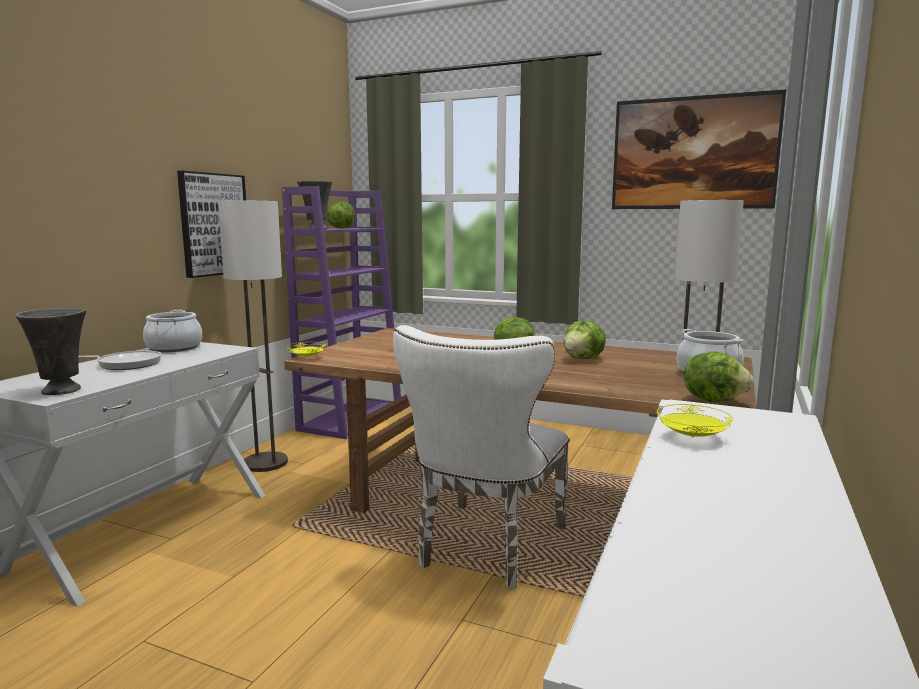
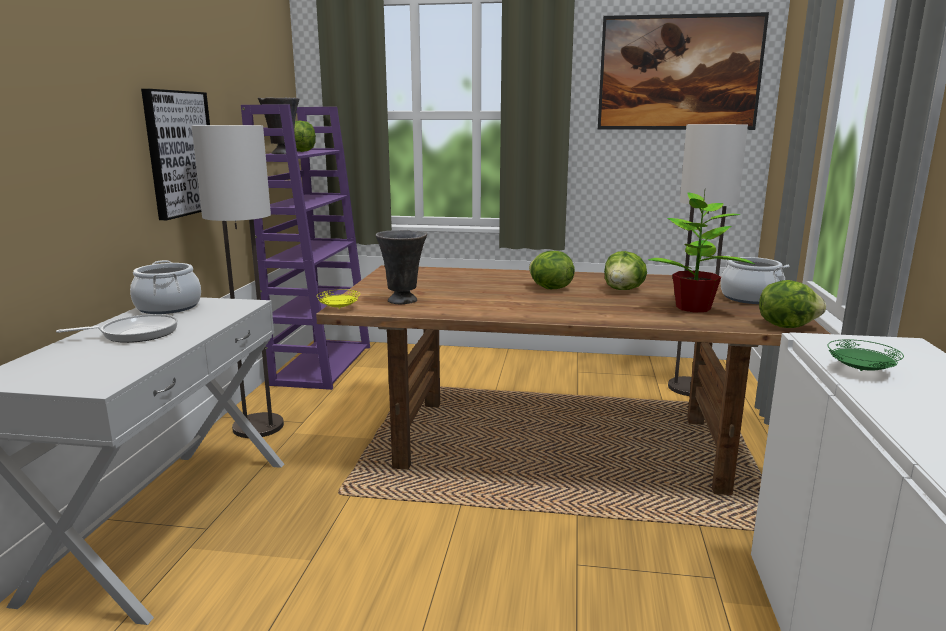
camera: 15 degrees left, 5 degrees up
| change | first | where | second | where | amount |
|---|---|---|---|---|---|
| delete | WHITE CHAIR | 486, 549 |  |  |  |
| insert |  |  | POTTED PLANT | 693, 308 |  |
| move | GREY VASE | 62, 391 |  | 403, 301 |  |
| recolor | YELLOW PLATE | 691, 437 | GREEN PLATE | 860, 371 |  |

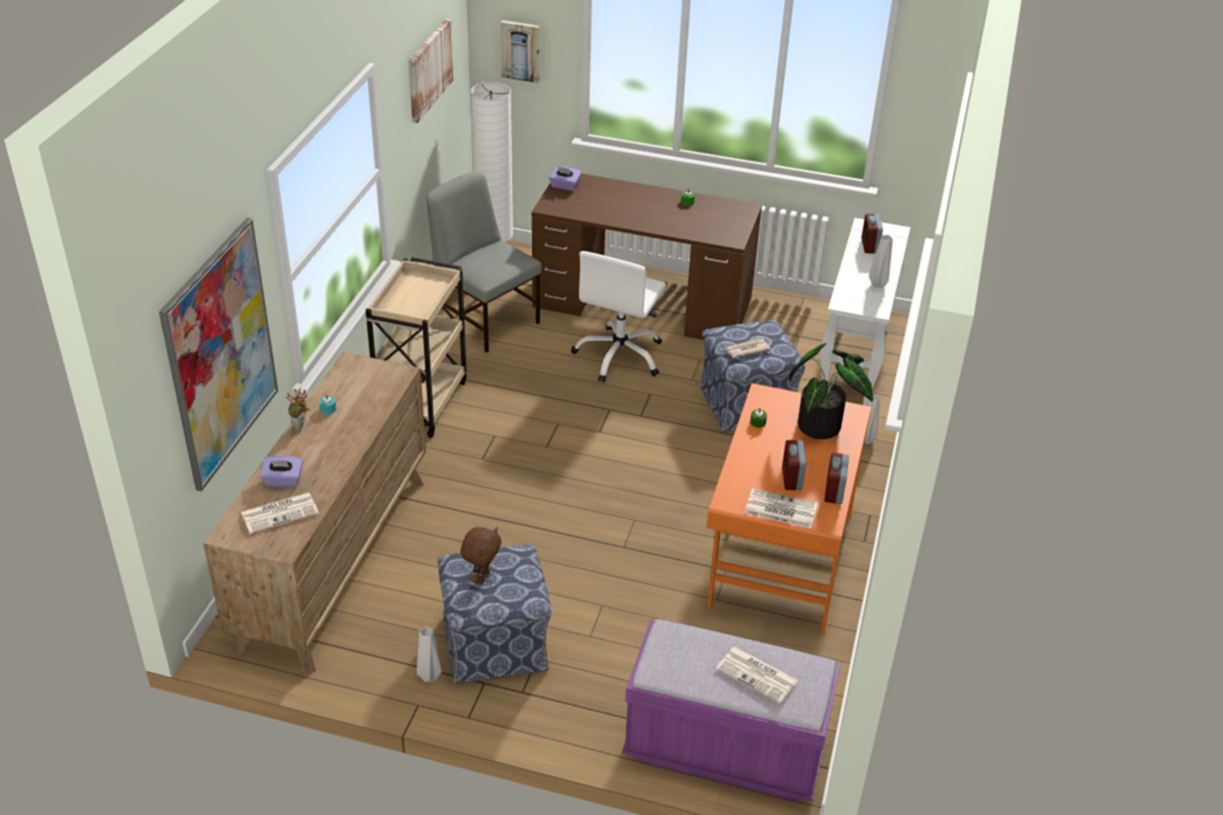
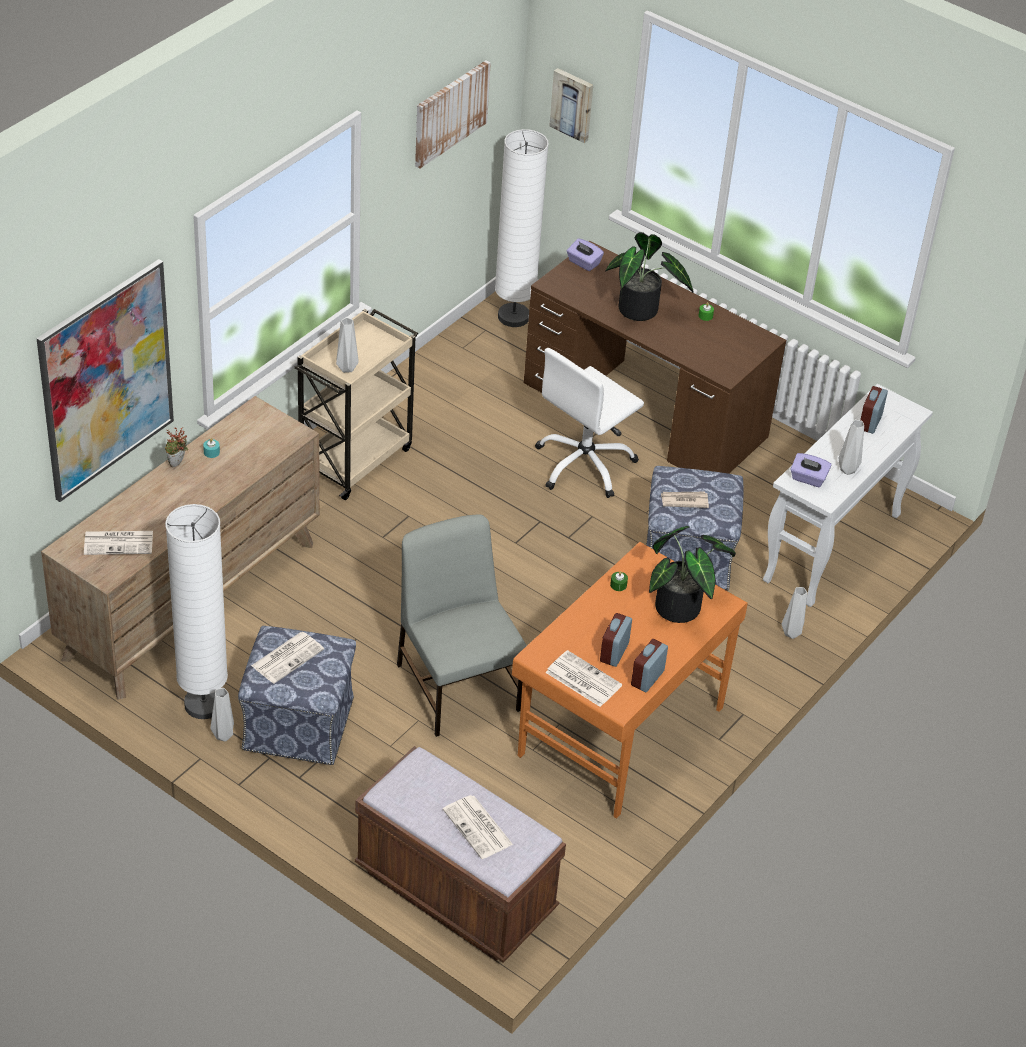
camera: 20 degrees right, 5 degrees up
| change | first | where | second | where | amount |
|---|---|---|---|---|---|
| insert |  |  | WHITE FLOOR LAMP | 203, 704 |  |
| insert |  |  | GREY VASE | 346, 368 |  |
| insert |  |  | POTTED PLANT | 641, 312 |  |
| move | PURPLE TISSUE BOX | 283, 481 |  | 808, 478 |  |
| move | GREY CHAIR | 485, 319 |  | 458, 685 |  |
| replace | BROWN PLUSH TOY | 482, 577 | NEWSPAPER | 288, 657 |  |
| recolor | PURPLE BENCH | 724, 749 | BROWN BENCH | 455, 891 |  |

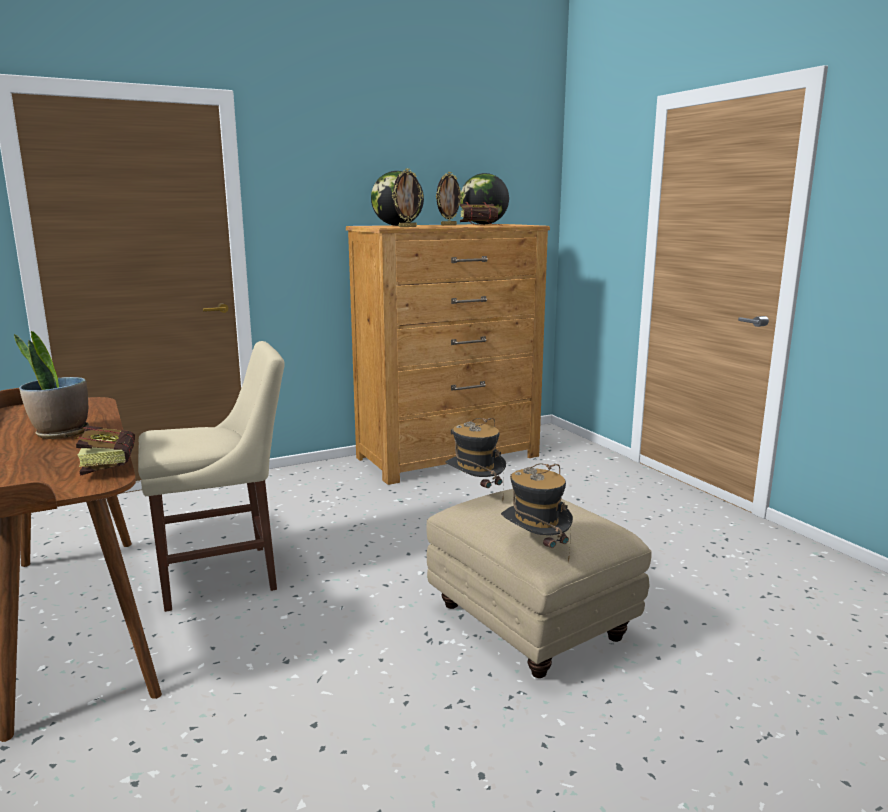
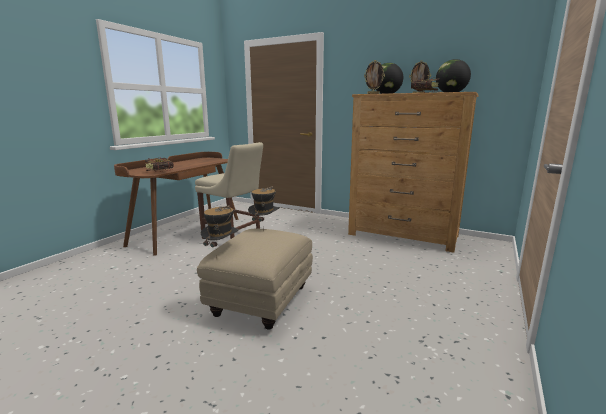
camera: 55 degrees right, 0 degrees up
| change | first | where | second | where | amount |
|---|---|---|---|---|---|
| delete | POTTED PLANT | 61, 433 |  |  |  |

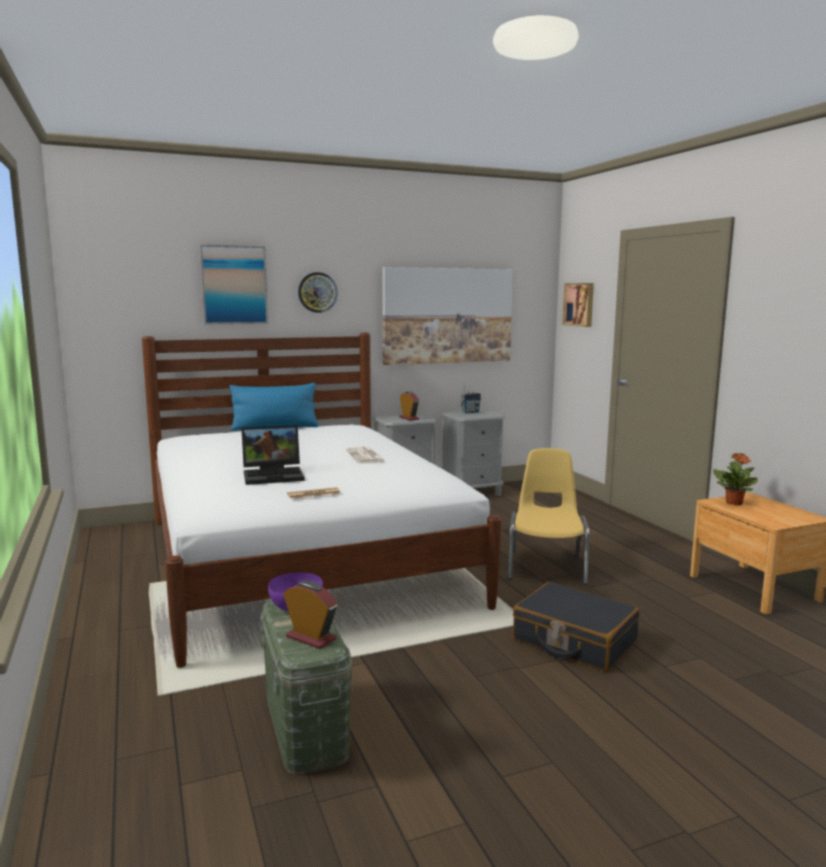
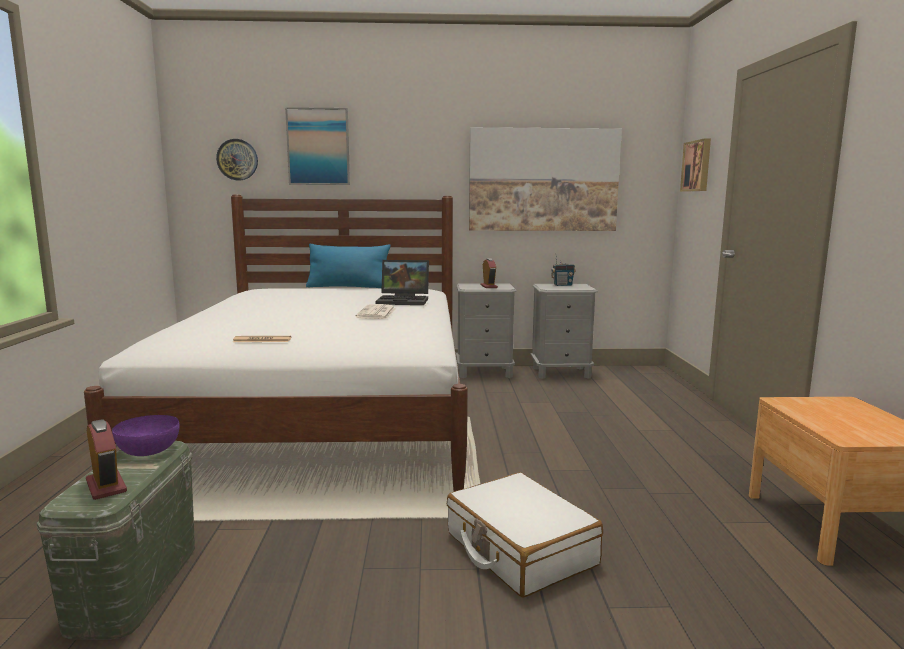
camera: 20 degrees right, 0 degrees up
| change | first | where | second | where | amount |
|---|---|---|---|---|---|
| delete | YELLOW CHAIR | 546, 566 |  |  |  |
| delete | POTTED PLANT | 734, 503 |  |  |  |
| move | LAPTOP | 274, 475 |  | 404, 301 |  |
| move | WALL CLOCK | 317, 292 |  | 237, 159 |  |
| recolor | BLACK SUITCASE | 574, 641 | WHITE SUITCASE | 519, 549 |  |

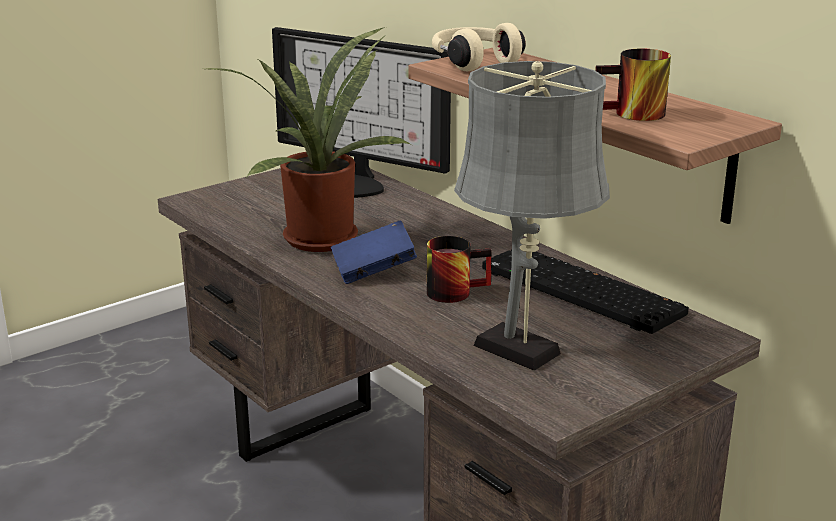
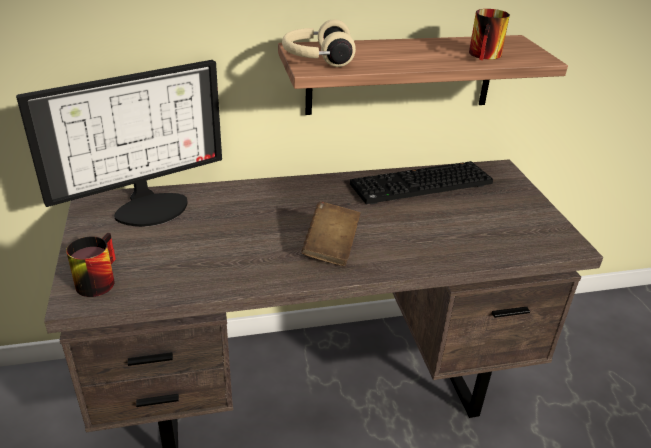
camera: 65 degrees left, 10 degrees up
| change | first | where | second | where | amount |
|---|---|---|---|---|---|
| delete | POTTED PLANT | 320, 236 |  |  |  |
| delete | GREY TABLE LAMP | 523, 352 |  |  |  |
| move | MUG | 455, 290 |  | 95, 279 |  |
| recolor | BLUE BOOK | 373, 271 | BROWN BOOK | 331, 247 |  |

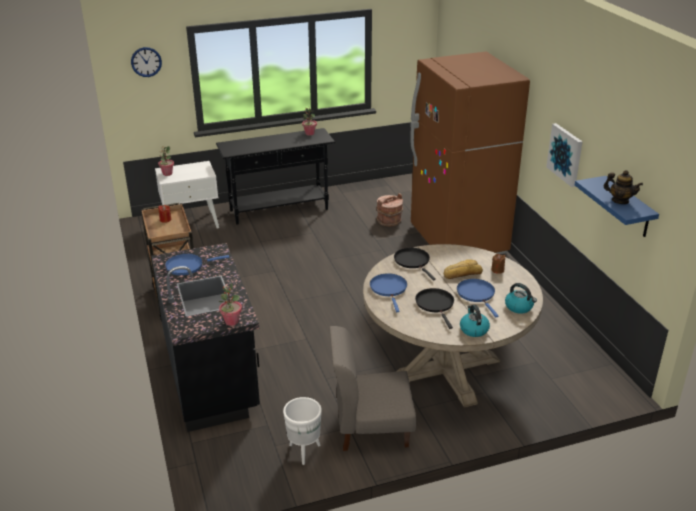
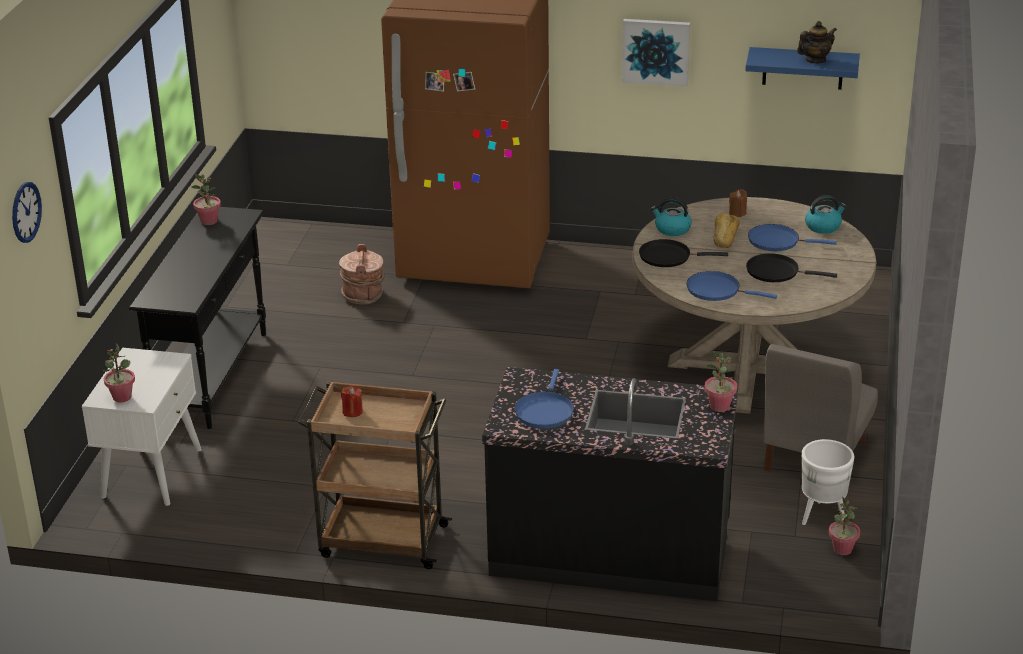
camera: 60 degrees left, 0 degrees up
| change | first | where | second | where | amount |
|---|---|---|---|---|---|
| insert |  |  | POTTED PLANT | 842, 549 |  |
| move | KETTLE | 473, 329 |  | 672, 229 |  |

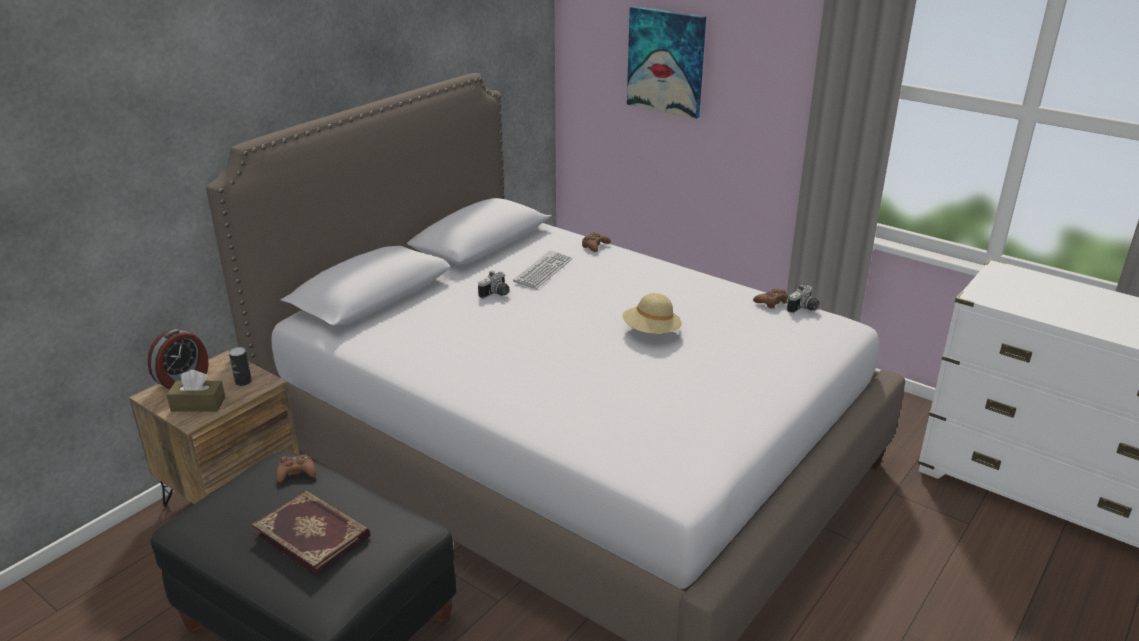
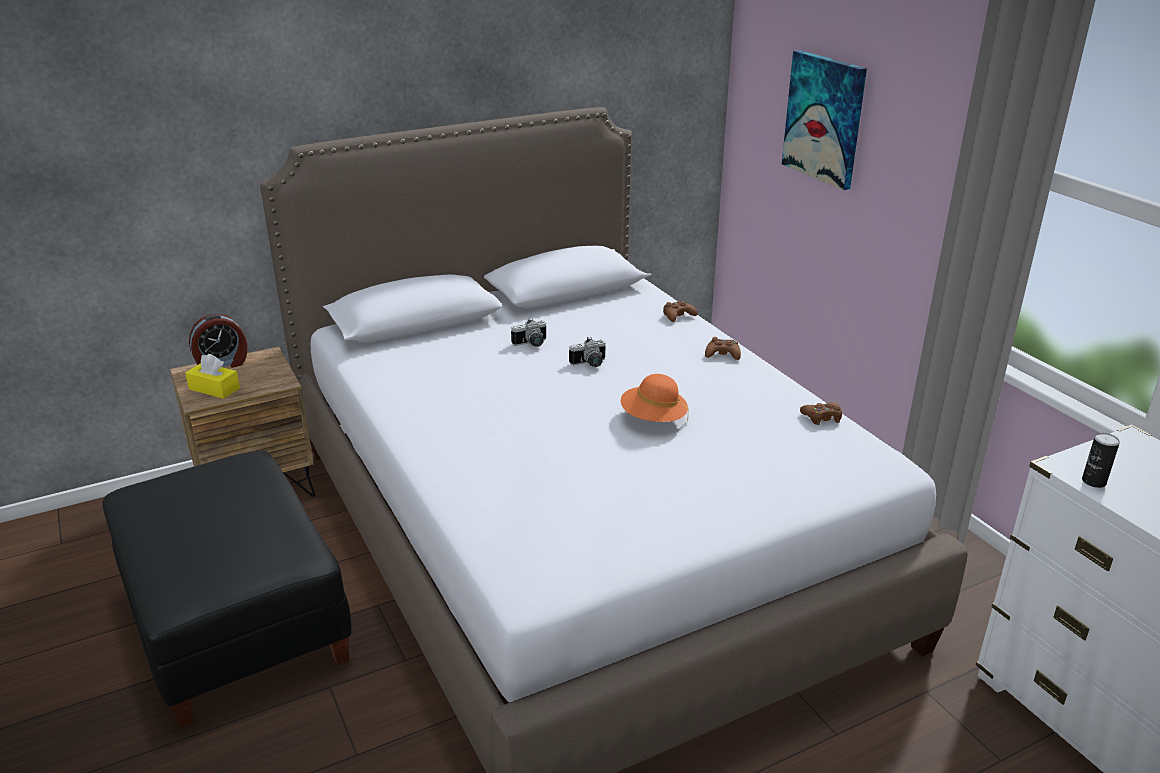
camera: 25 degrees right, 0 degrees up
| change | first | where | second | where | amount |
|---|---|---|---|---|---|
| delete | BOOK | 313, 534 |  |  |  |
| delete | KEYBOARD | 543, 271 |  |  |  |
| move | CAN | 243, 382 |  | 1093, 481 |  |
| move | BROWN GAME CONTROLLER | 296, 473 |  | 722, 354 |  |
| move | PHOTO CAMERA | 804, 309 |  | 590, 364 |  |
| recolor | BROWN TISSUE BOX | 198, 404 | YELLOW TISSUE BOX | 214, 388 |  |
| recolor | BEIGE HAT | 651, 332 | ORANGE HAT | 653, 419 |  |

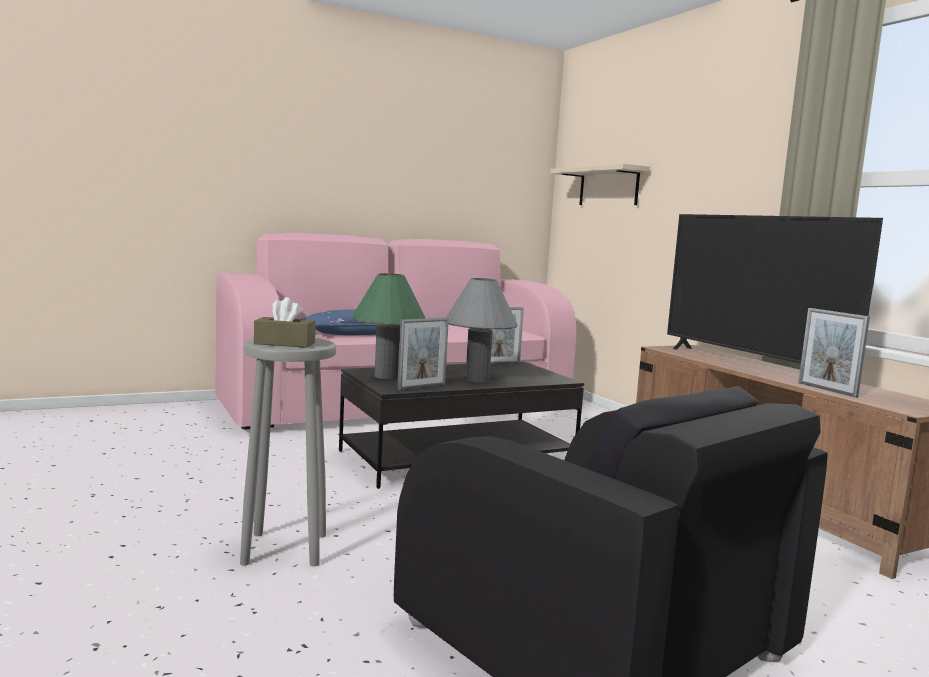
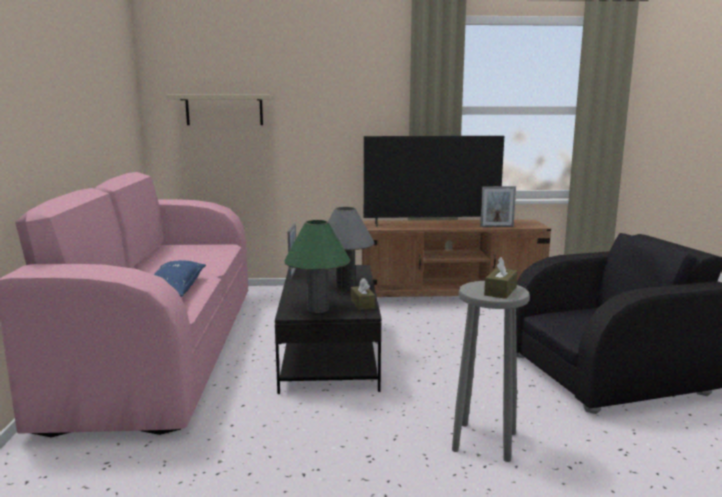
camera: 65 degrees left, 5 degrees up
| change | first | where | second | where | amount |
|---|---|---|---|---|---|
| replace | PICTURE FRAME | 421, 387 | BROWN TISSUE BOX | 362, 304 |  |

